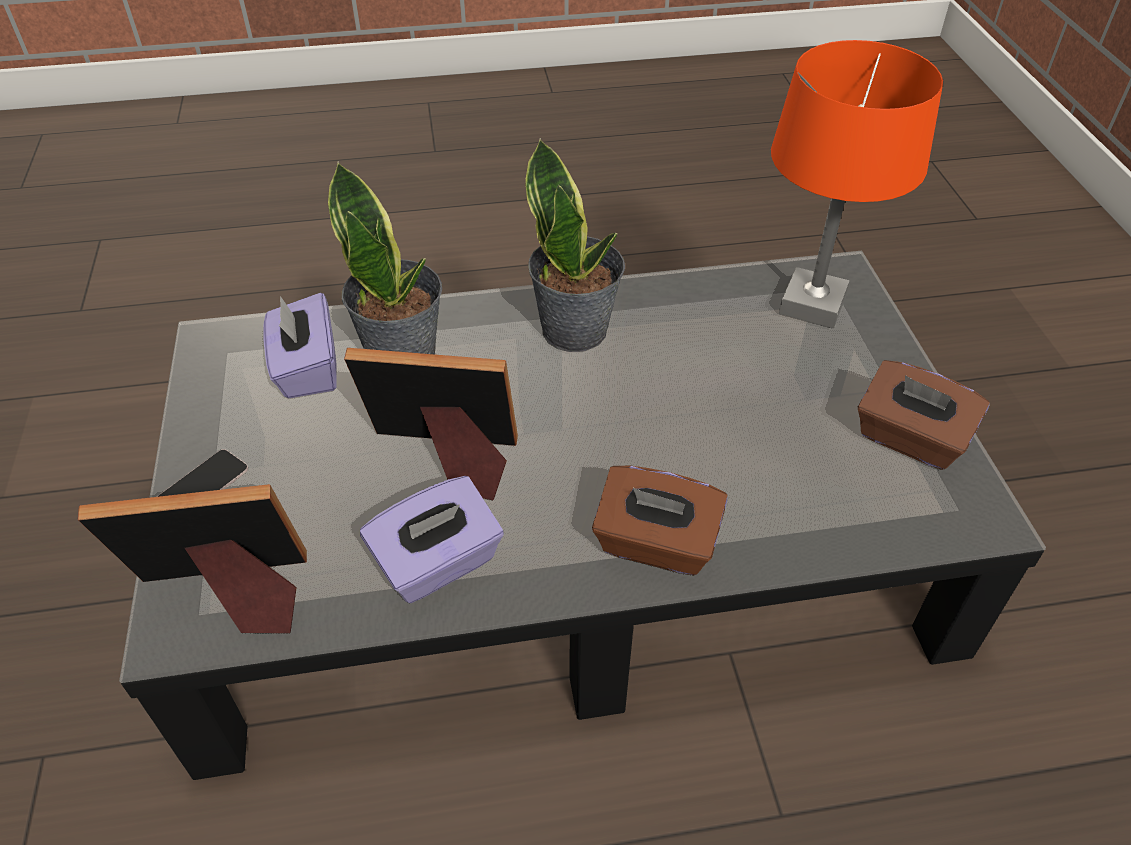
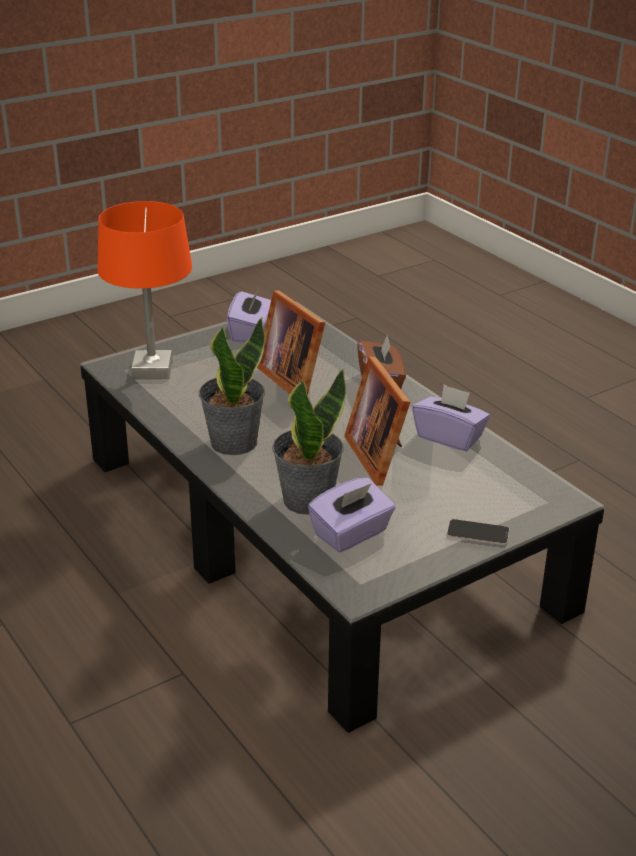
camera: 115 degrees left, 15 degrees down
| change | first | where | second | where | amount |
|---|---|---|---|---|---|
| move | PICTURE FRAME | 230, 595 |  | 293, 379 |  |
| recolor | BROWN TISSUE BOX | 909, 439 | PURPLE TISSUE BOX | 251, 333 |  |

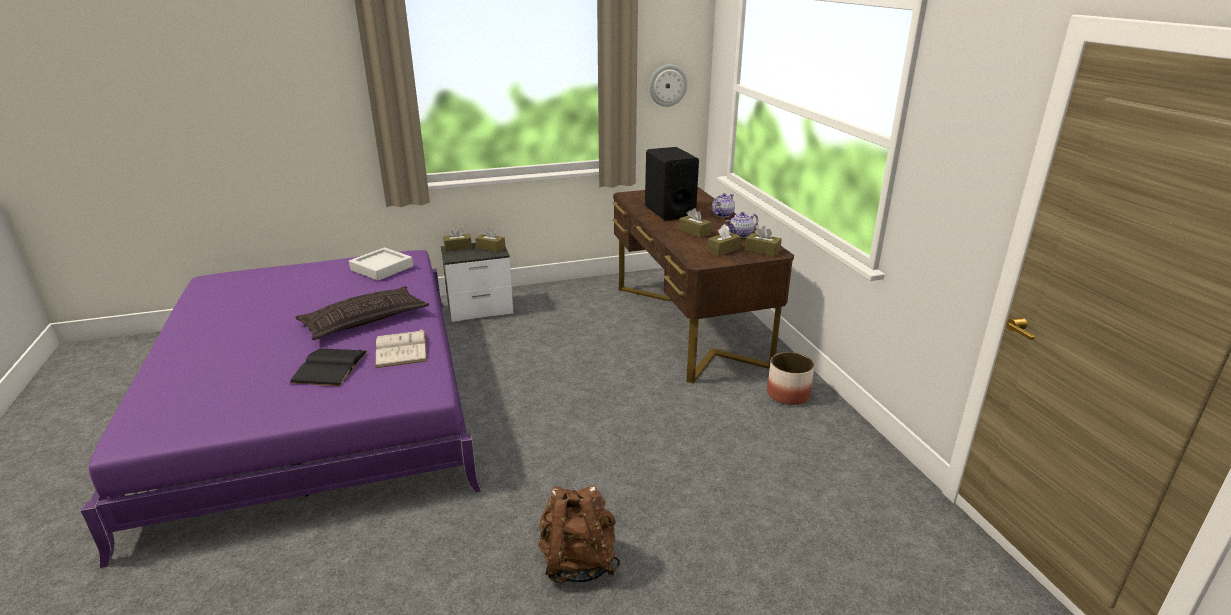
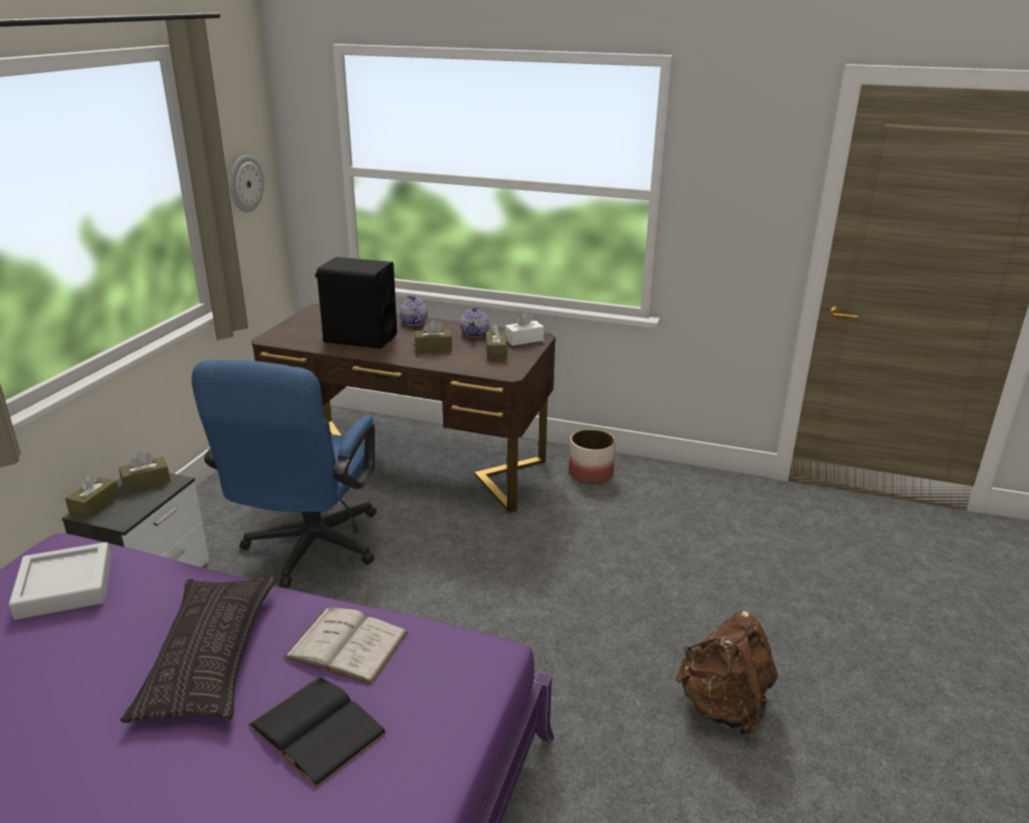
camera: 55 degrees left, 0 degrees up
| change | first | where | second | where | amount |
|---|---|---|---|---|---|
| insert |  |  | BLUE OFFICE CHAIR | 308, 551 |  |
| recolor | BROWN TISSUE BOX | 762, 250 | WHITE TISSUE BOX | 524, 340 |  |

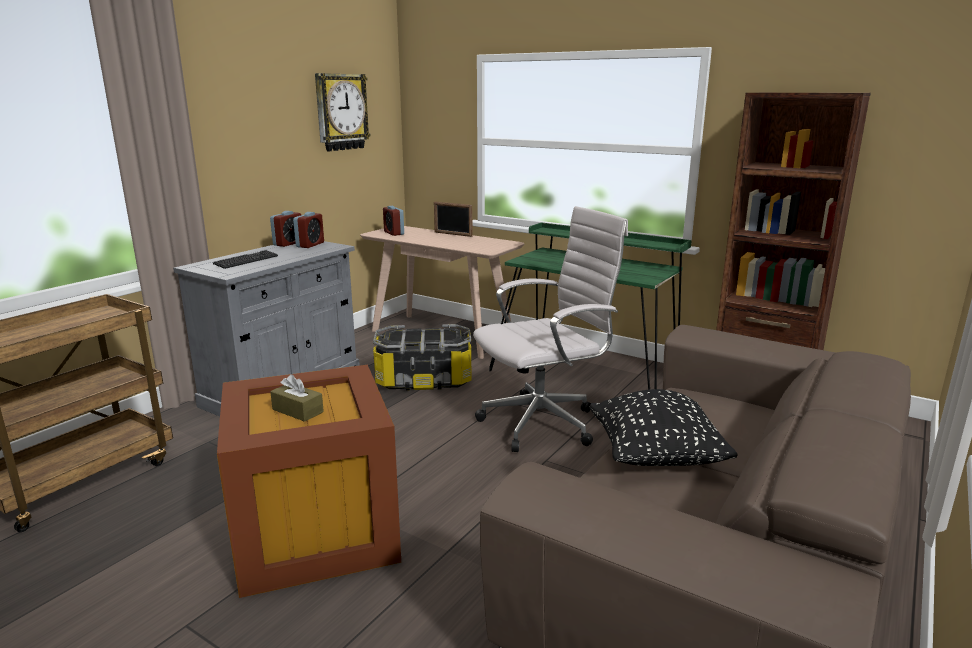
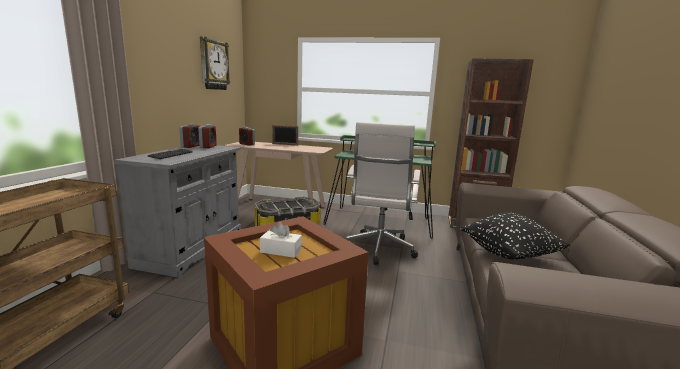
camera: 20 degrees left, 5 degrees down
| change | first | where | second | where | amount |
|---|---|---|---|---|---|
| recolor | BROWN TISSUE BOX | 298, 411 | WHITE TISSUE BOX | 281, 251 |  |
| rotate | WHITE OFFICE CHAIR | 544, 422 |  | 379, 250 | 150 degrees clockwise |

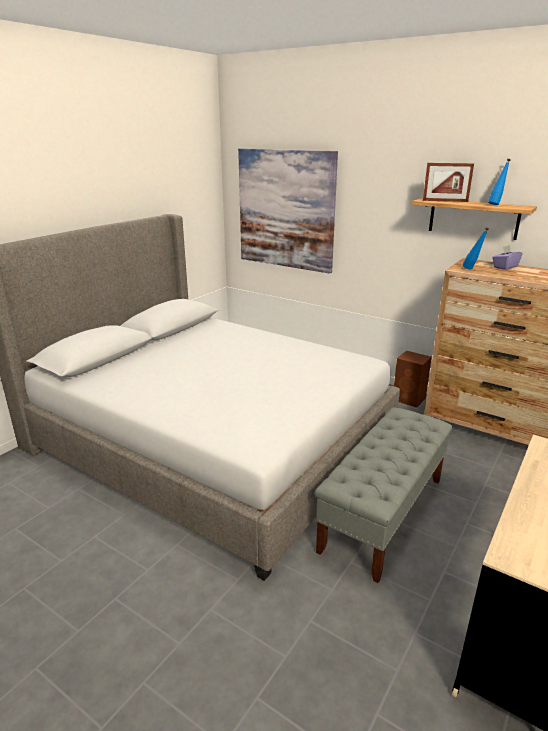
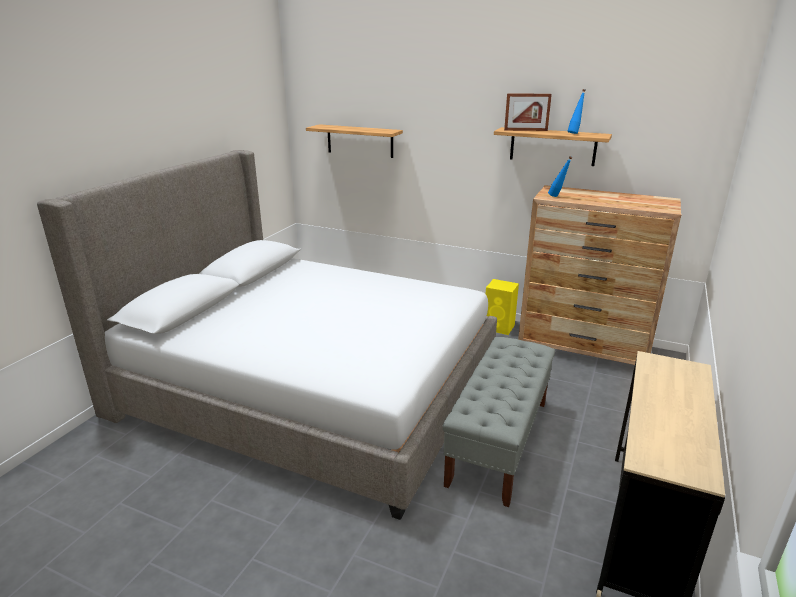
camera: 10 degrees left, 0 degrees up
| change | first | where | second | where | amount |
|---|---|---|---|---|---|
| delete | PURPLE TISSUE BOX | 504, 267 |  |  |  |
| replace | PICTURE | 286, 210 | SHELF | 360, 141 |  |
| recolor | BROWN SPEAKER | 409, 399 | YELLOW SPEAKER | 499, 327 |  |

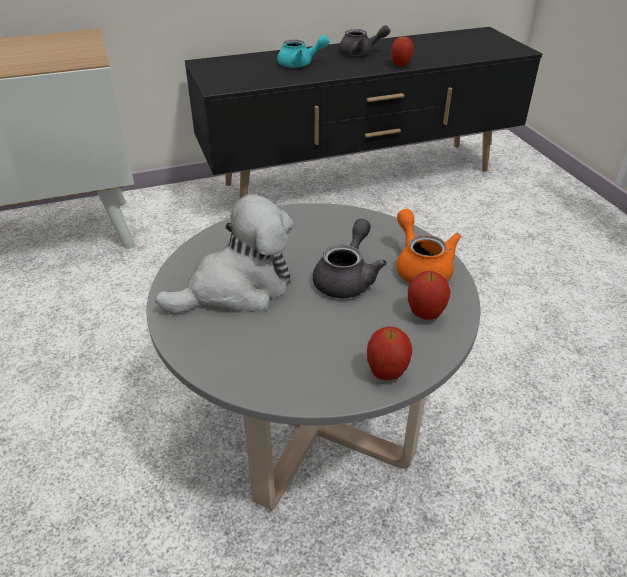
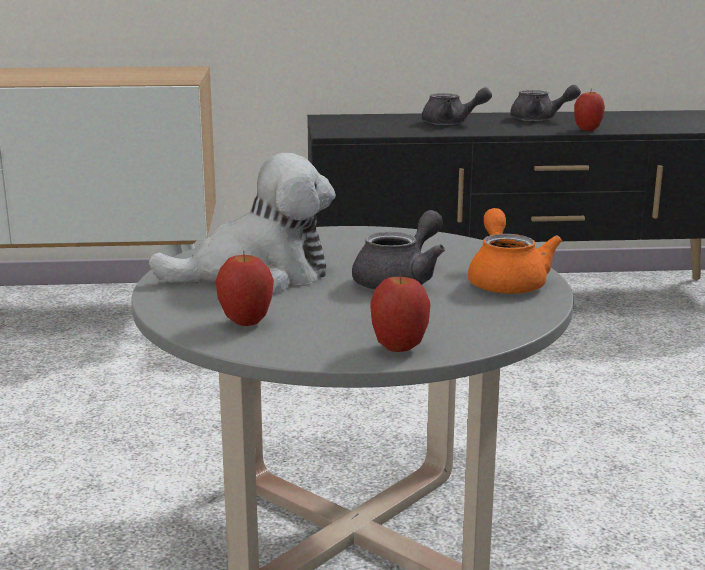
camera: 15 degrees right, 20 degrees down
| change | first | where | second | where | amount |
|---|---|---|---|---|---|
| move | APPLE | 425, 315 |  | 246, 323 |  |
| recolor | TURQUOISE TEAPOT | 300, 64 | GREY TEAPOT | 451, 123 |  |

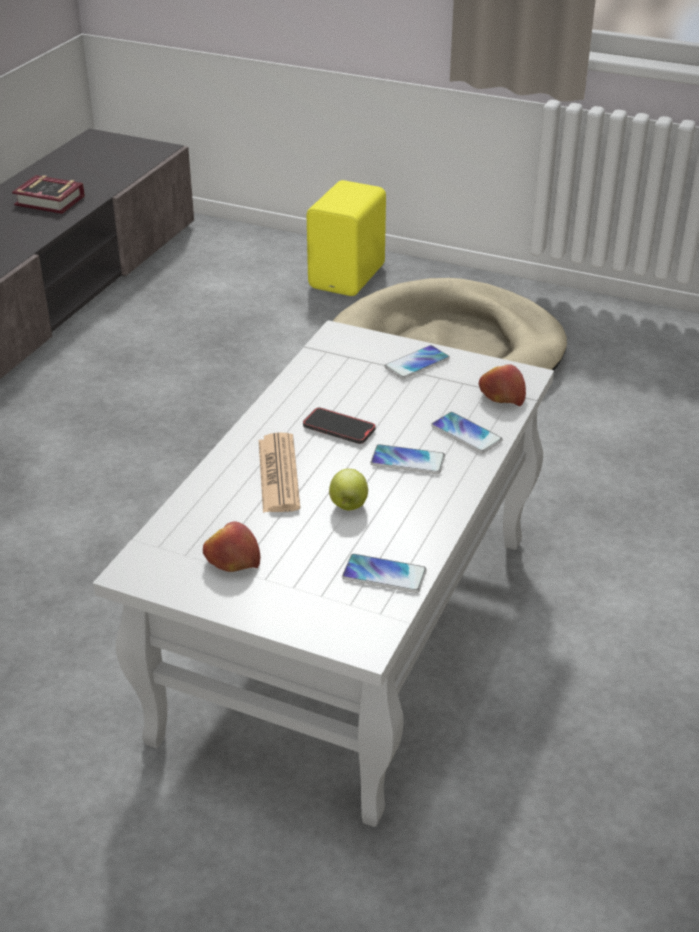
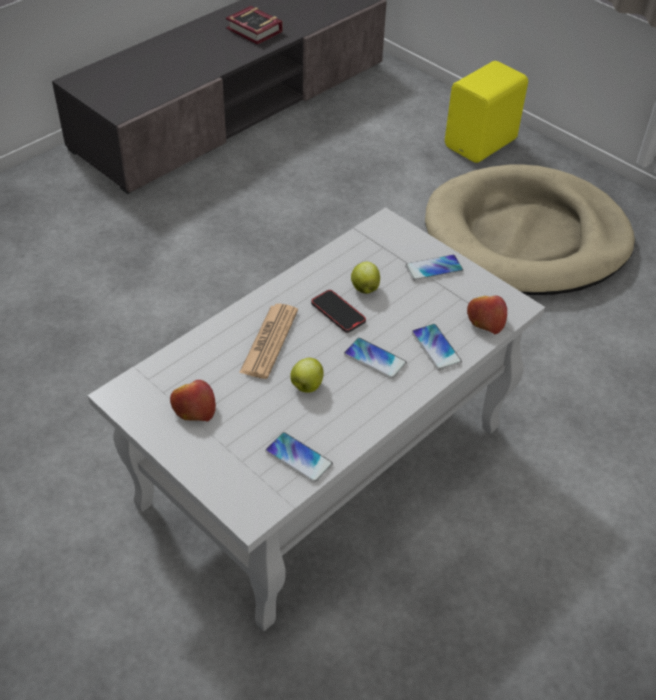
camera: 20 degrees right, 10 degrees up
| change | first | where | second | where | amount |
|---|---|---|---|---|---|
| insert |  |  | APPLE | 364, 288 |  |

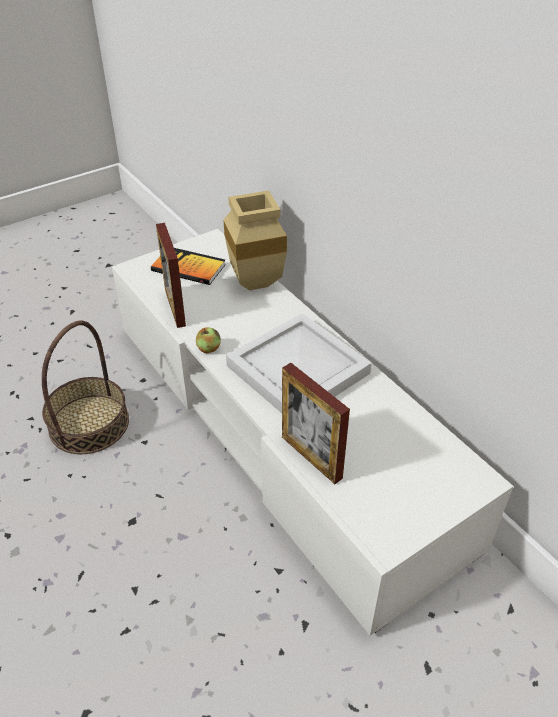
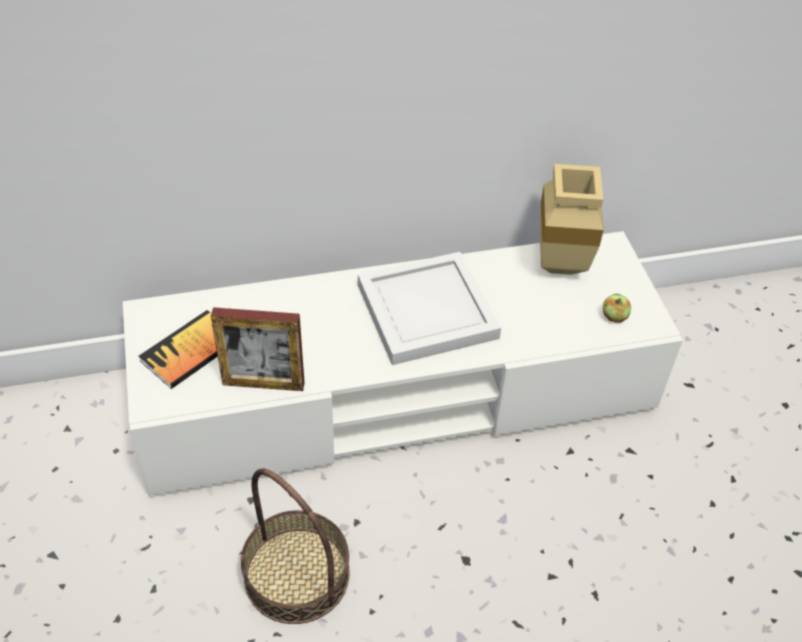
camera: 70 degrees left, 5 degrees up
| change | first | where | second | where | amount |
|---|---|---|---|---|---|
| delete | PICTURE FRAME | 311, 457 |  |  |  |
| move | APPLE | 208, 348 |  | 614, 317 |  |
| move | BEIGE VASE | 258, 282 |  | 558, 263 |  |

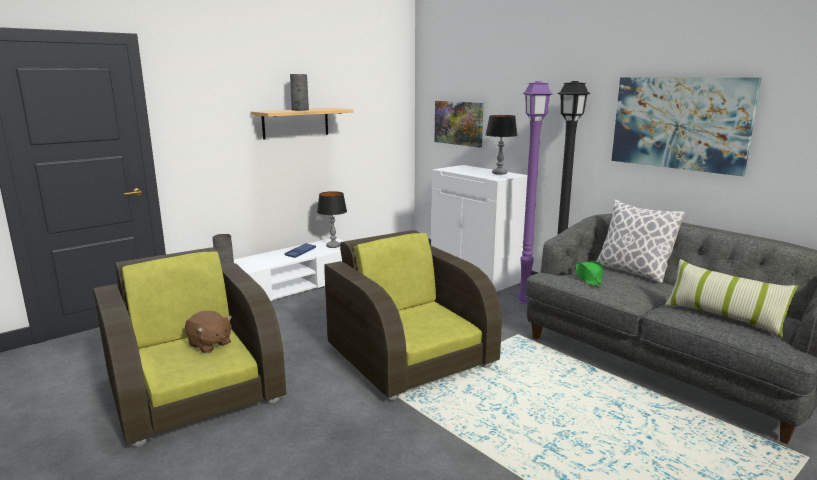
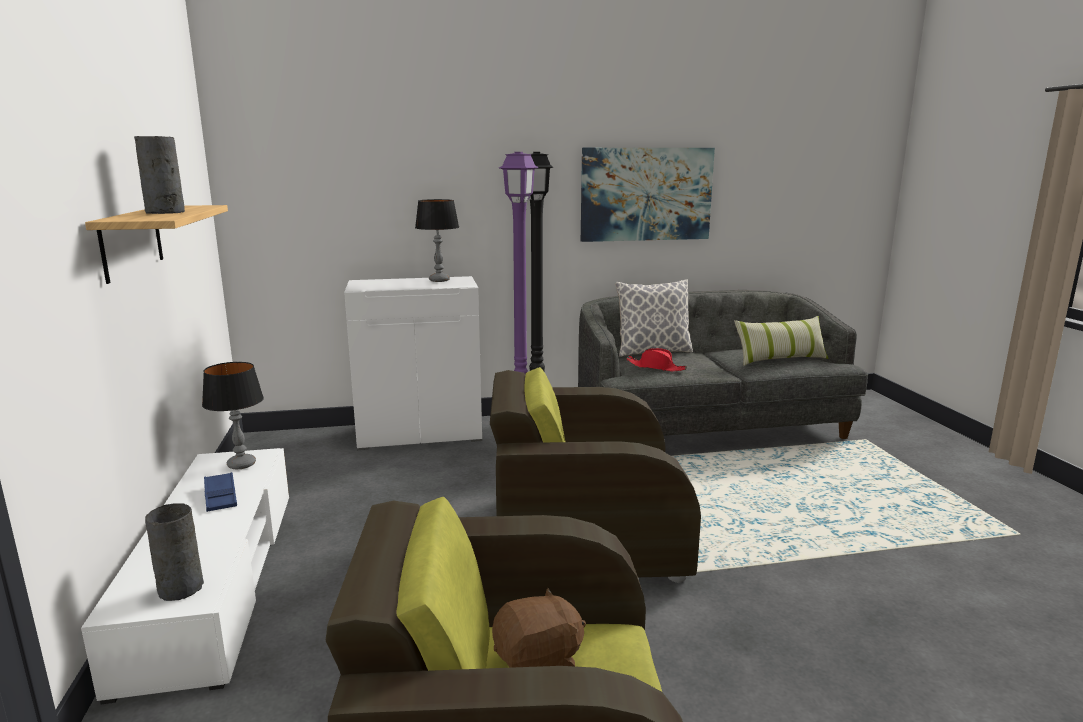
camera: 60 degrees left, 0 degrees up
| change | first | where | second | where | amount |
|---|---|---|---|---|---|
| delete | PICTURE | 459, 123 |  |  |  |
| recolor | GREEN HAT | 589, 278 | RED HAT | 656, 367 |  |

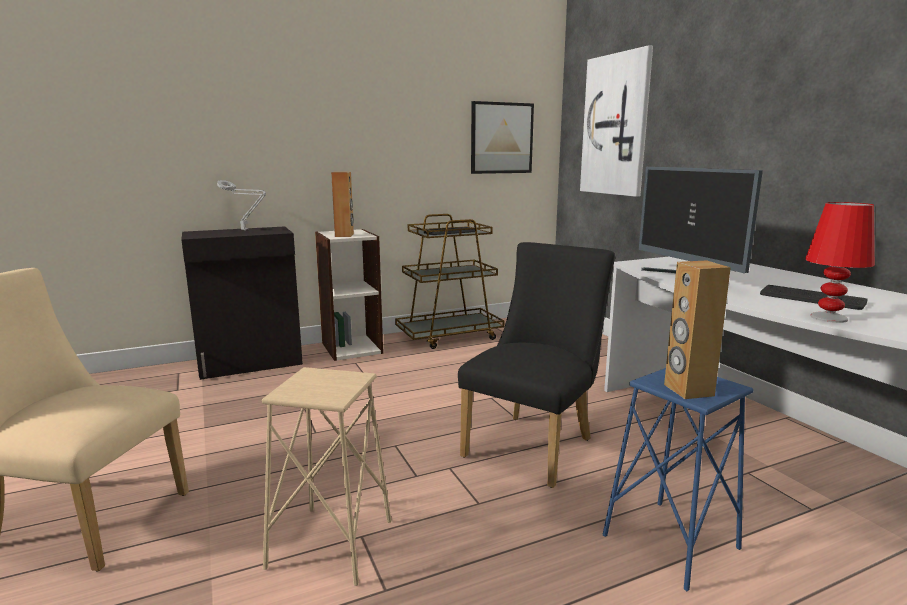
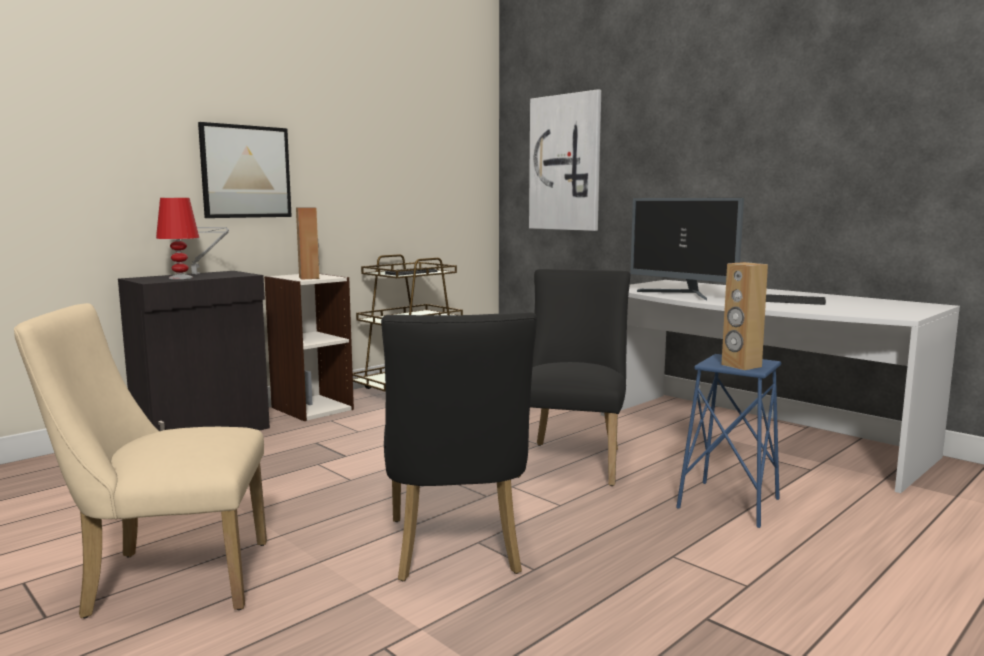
camera: 20 degrees left, 5 degrees down
| change | first | where | second | where | amount |
|---|---|---|---|---|---|
| move | PICTURE | 501, 138 |  | 246, 172 |  |
| move | RED TABLE LAMP | 828, 318 |  | 180, 278 |  |
| replace | BEIGE STOOL | 331, 544 | BLACK CHAIR | 455, 551 |  |

